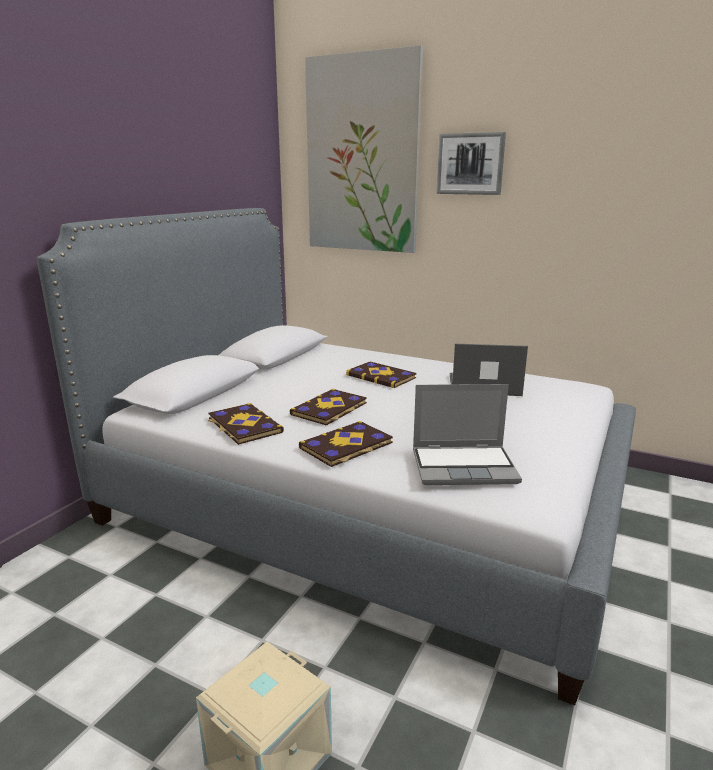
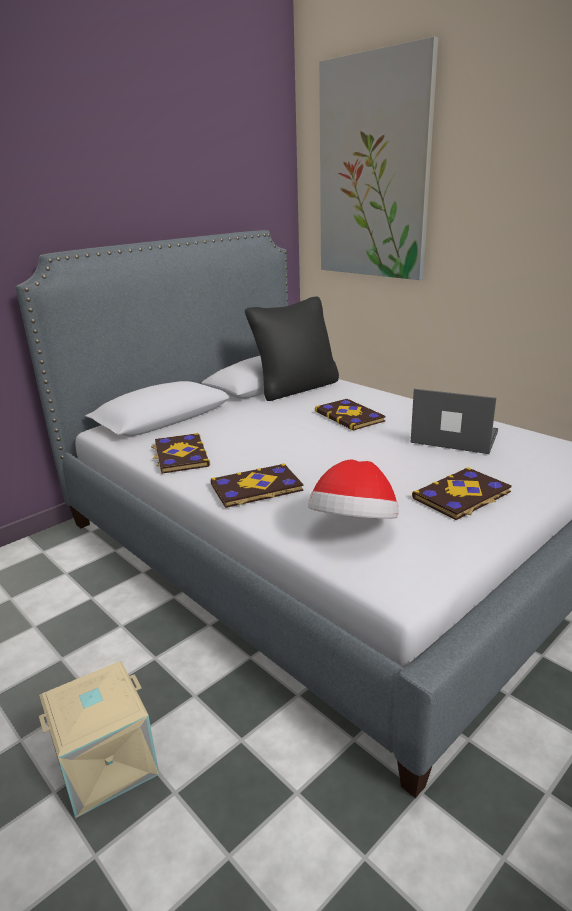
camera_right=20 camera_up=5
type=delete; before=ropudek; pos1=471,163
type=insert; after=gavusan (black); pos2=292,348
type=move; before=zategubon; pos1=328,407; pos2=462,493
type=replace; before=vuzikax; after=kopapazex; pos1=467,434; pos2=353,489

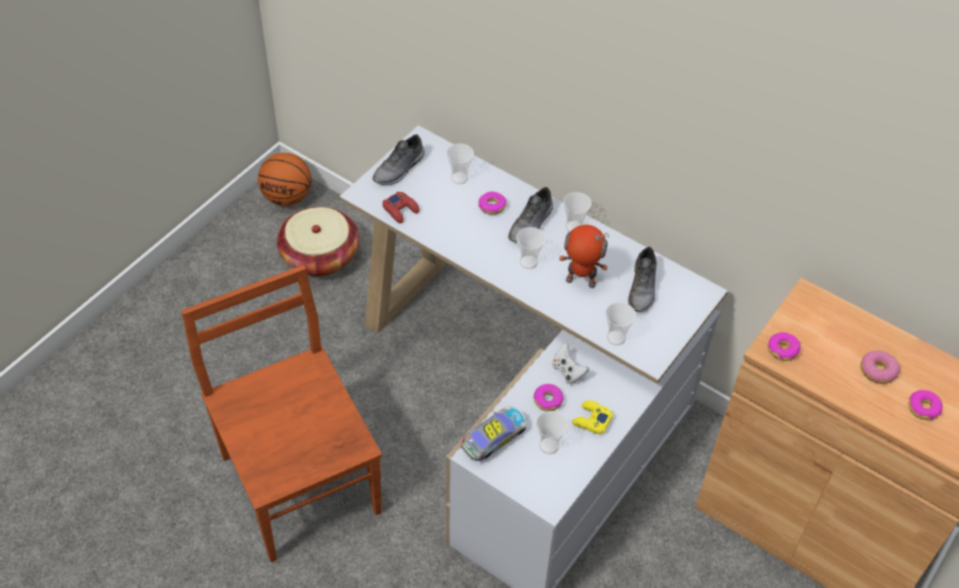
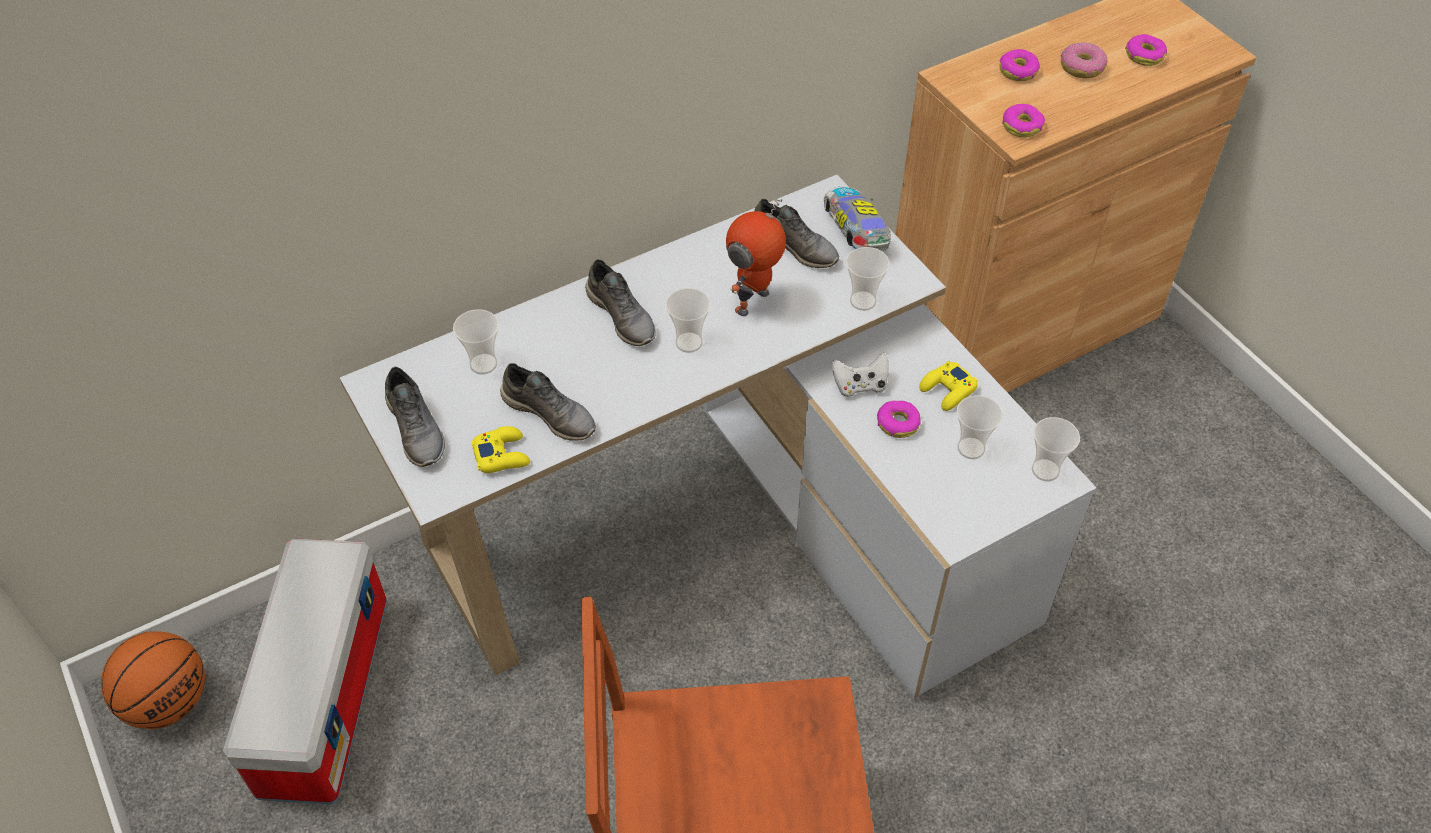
camera_right=-65 camera_up=0
type=insert; after=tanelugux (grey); pos2=548,402
type=move; before=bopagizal; pos1=494,433; pos2=857,218
type=move; before=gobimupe; pos1=492,203; pos2=1019,65
type=move; before=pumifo; pos1=577,212; pos2=1056,449
type=replace; before=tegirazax; after=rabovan; pos1=318,242; pos2=305,671
type=recolor; before=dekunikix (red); after=dekunikix (yellow); pos1=400,207; pos2=500,449

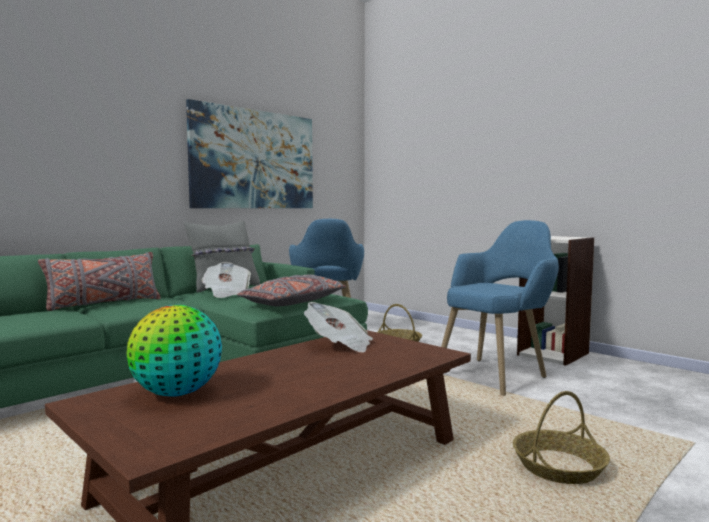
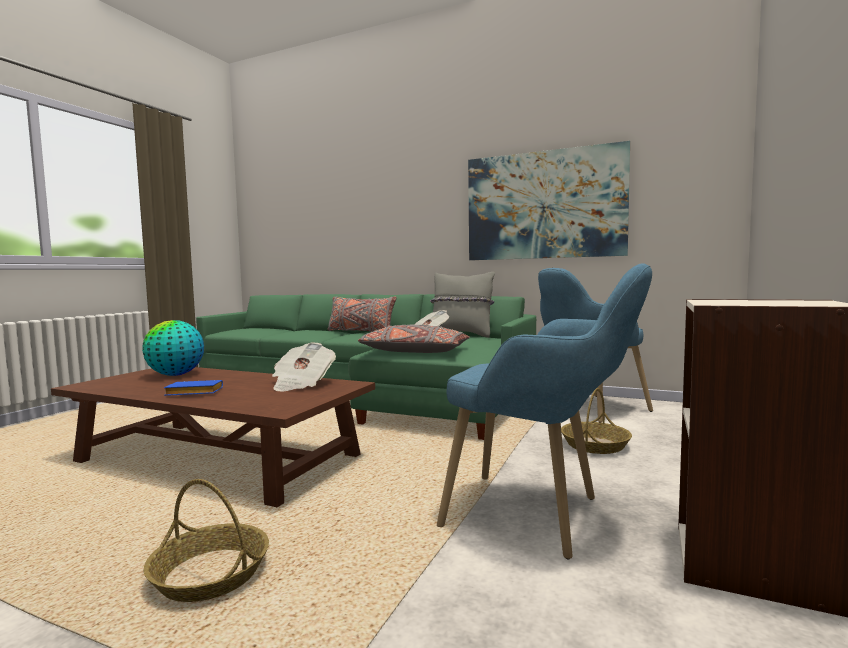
camera_right=70 camera_up=0
type=insert; after=zategubon (blue); pos2=193,388

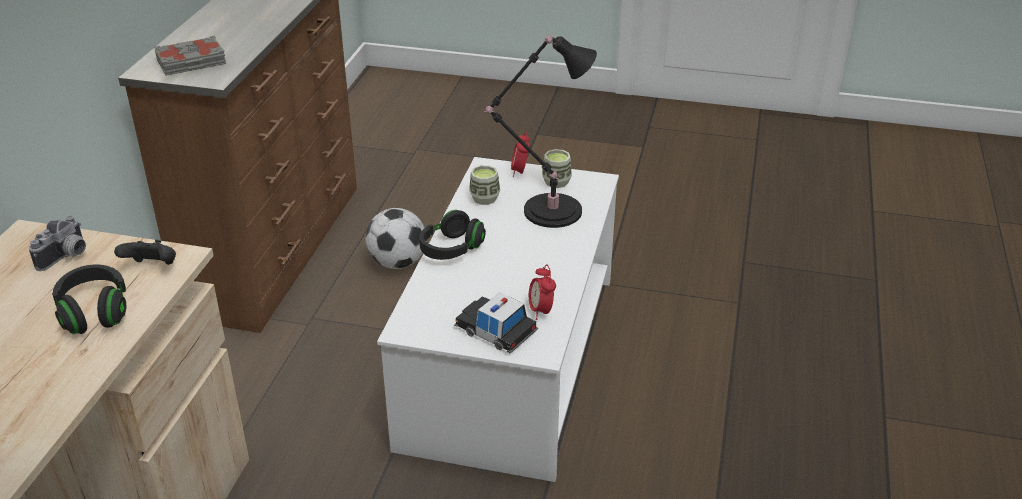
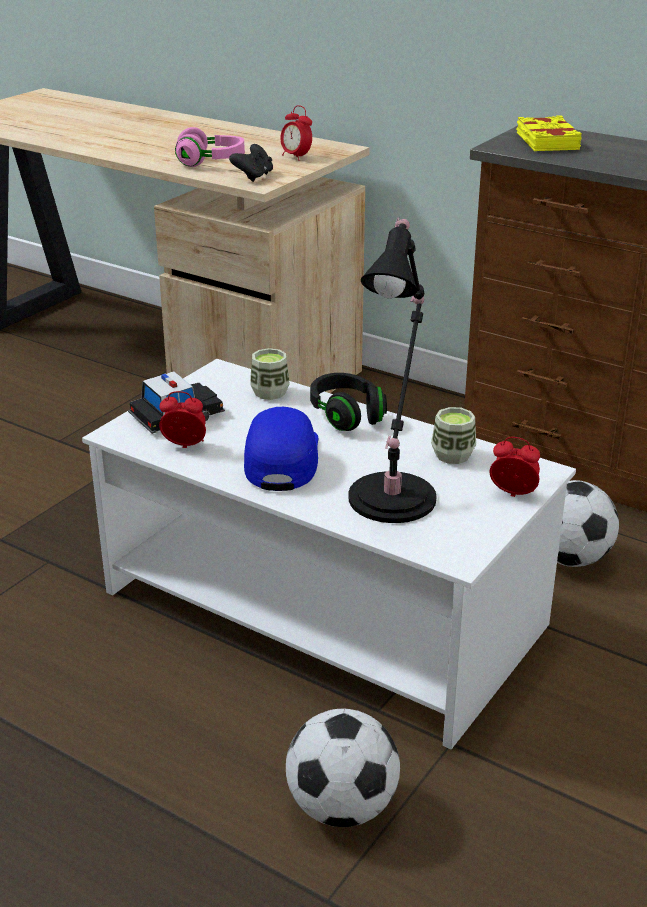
camera_right=110 camera_up=-5
type=insert; after=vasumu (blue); pos2=281,449
type=insert; after=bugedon; pos2=343,768
type=move; before=pumifo; pos1=557,168; pos2=270,374
type=replace; before=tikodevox; after=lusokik; pos1=57,243; pos2=296,133
type=recolor; before=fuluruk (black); after=fuluruk (pink); pos1=89,299; pos2=210,147
type=recolor; before=zategubon (grey); after=zategubon (yellow); pos1=190,55; pos2=549,133

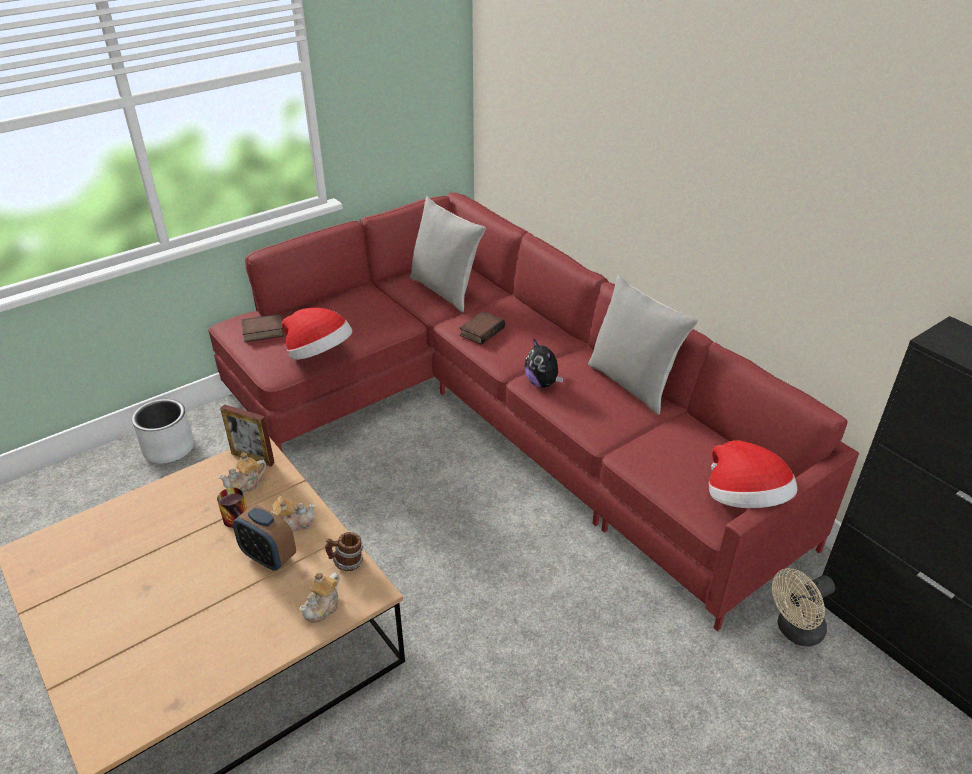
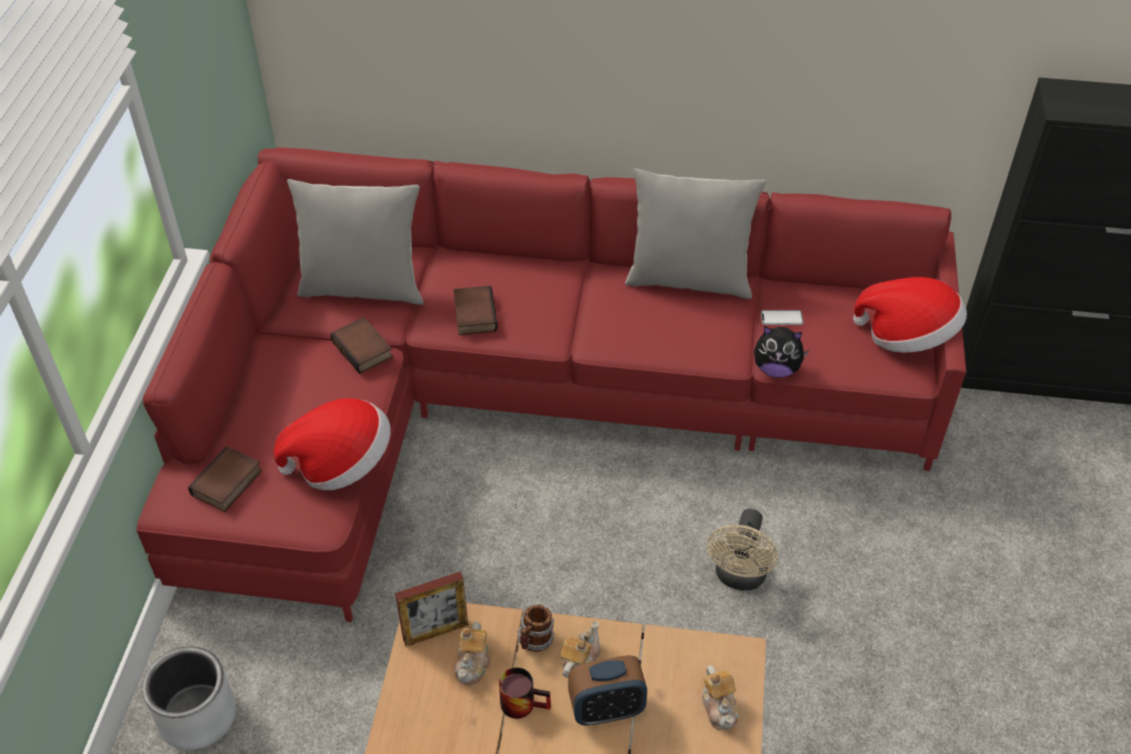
camera_right=-45 camera_up=10
type=insert; after=zategubon; pos2=361,345
type=insert; after=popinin; pos2=782,317
type=move; before=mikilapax; pos1=344,551; pos2=535,628
type=move; before=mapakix; pos1=544,363; pos2=781,352
type=move; before=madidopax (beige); pos1=803,607; pos2=742,549

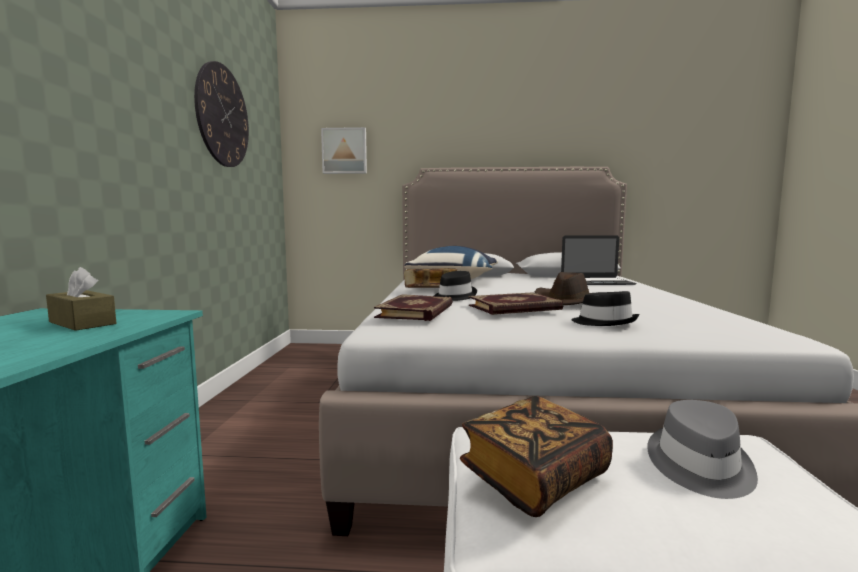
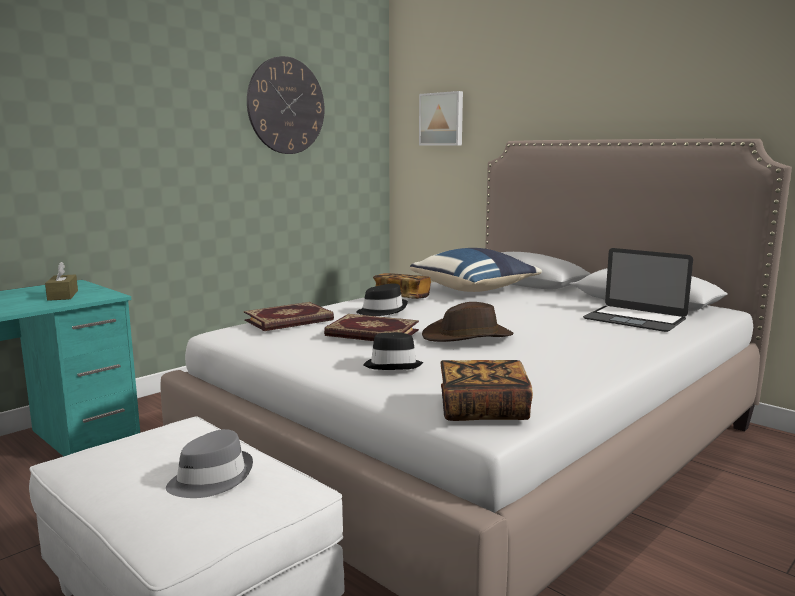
camera_right=40 camera_up=5
type=move; before=zategubon; pos1=536,456; pos2=487,390

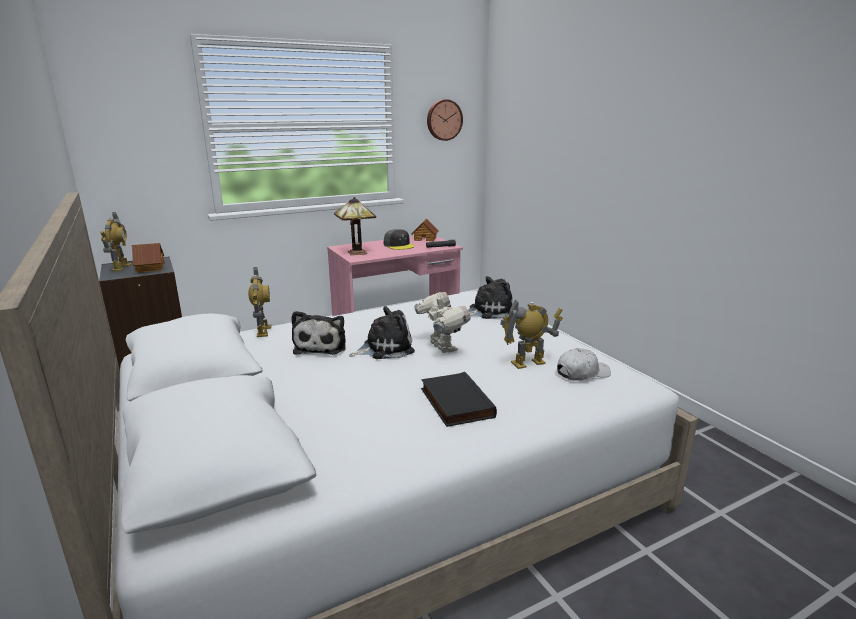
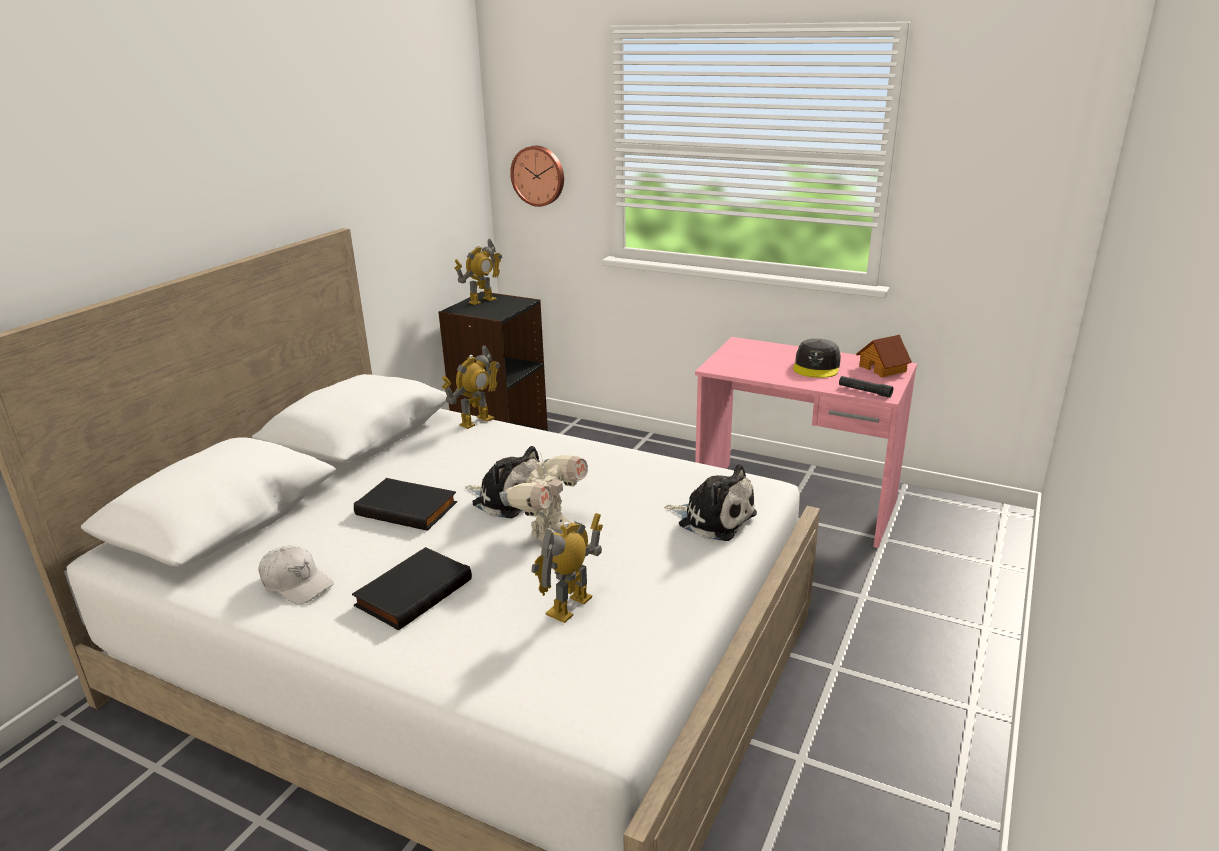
camera_right=55 camera_up=5
type=delete; before=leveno; pos1=148,258
type=delete; before=mapakix; pos1=318,333
type=delete; before=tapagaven; pos1=355,226
type=insert; after=zategubon (black); pos2=405,504
type=move; before=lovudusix; pos1=445,120; pos2=537,176
type=move; before=vasumu (white); pos1=584,364; pos2=296,574
type=rotate; before=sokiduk; pos1=531,334; pos2=567,568; turn=-90

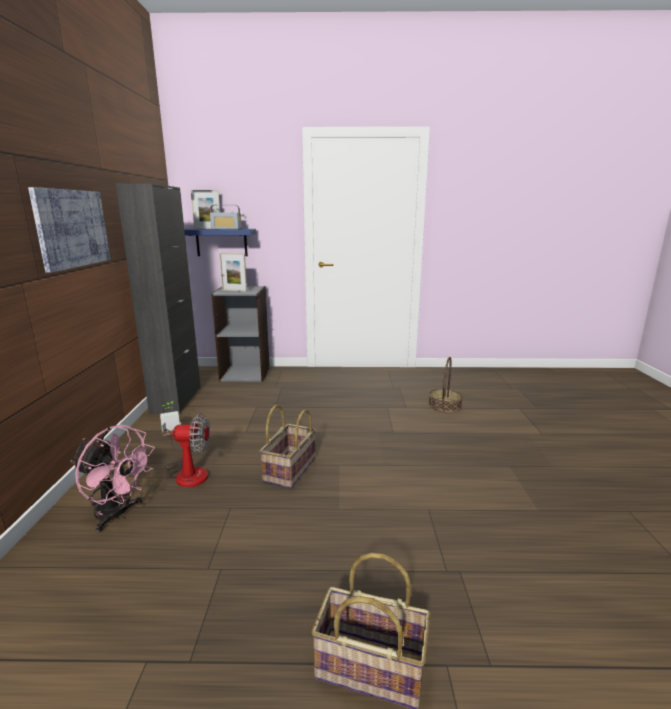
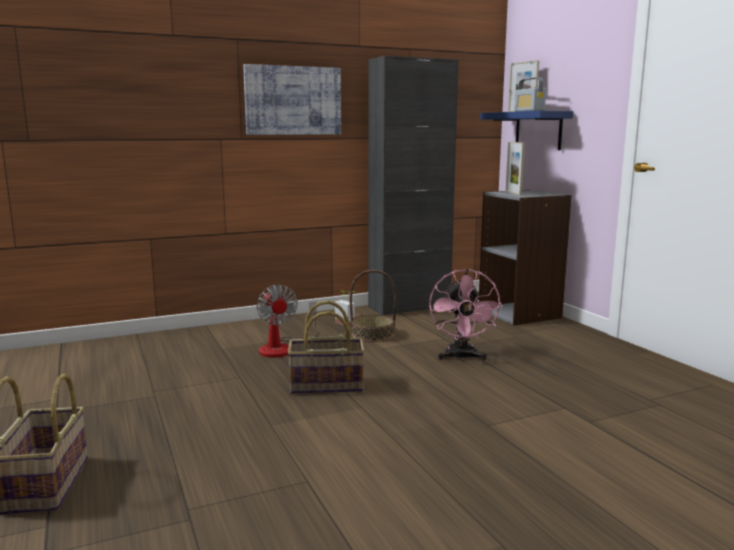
camera_right=65 camera_up=-5
type=move; before=madidopax (pink); pos1=112,478; pos2=465,315
type=move; before=tegirazax; pos1=446,384; pos2=373,306

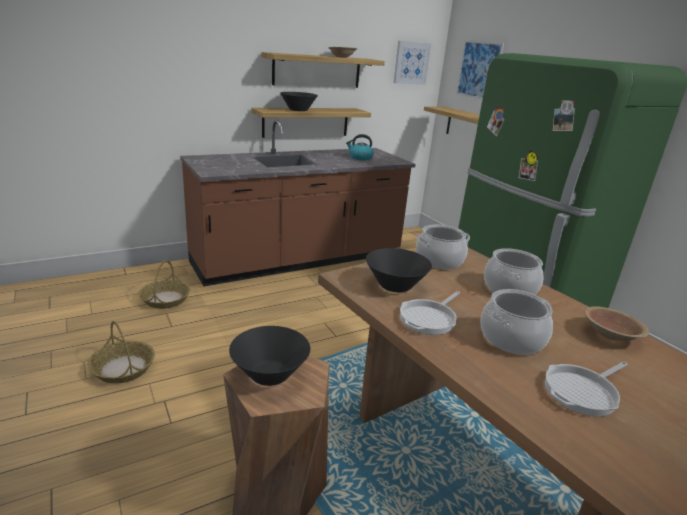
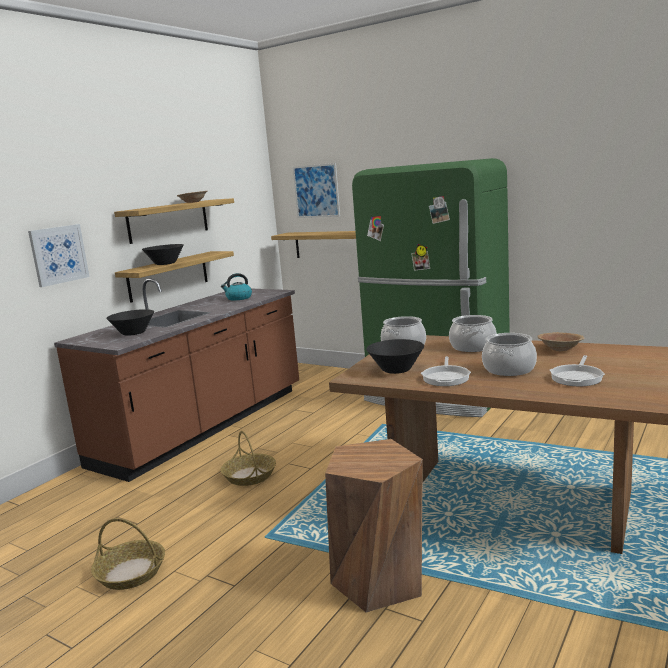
camera_right=-25 camera_up=-10
type=move; before=tegirazax; pos1=165,284; pos2=248,458
type=move; before=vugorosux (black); pos1=269,356; pos2=130,322
type=move; before=ropudek; pos1=413,63; pos2=58,255

